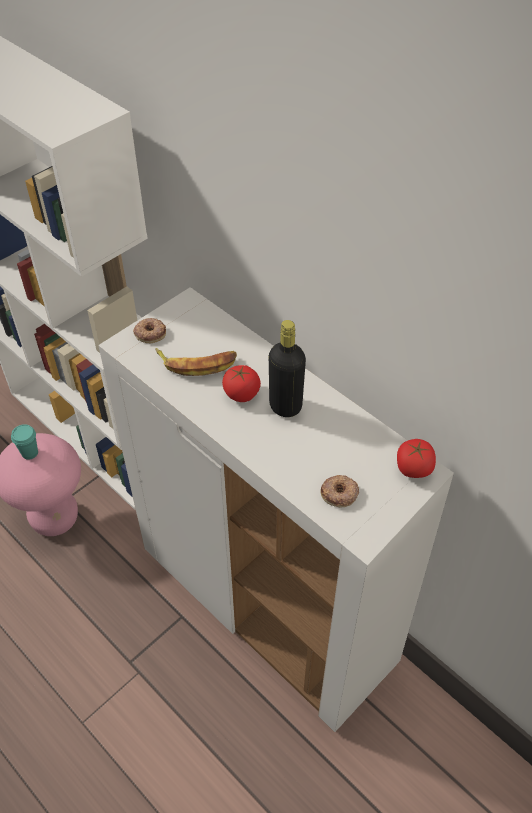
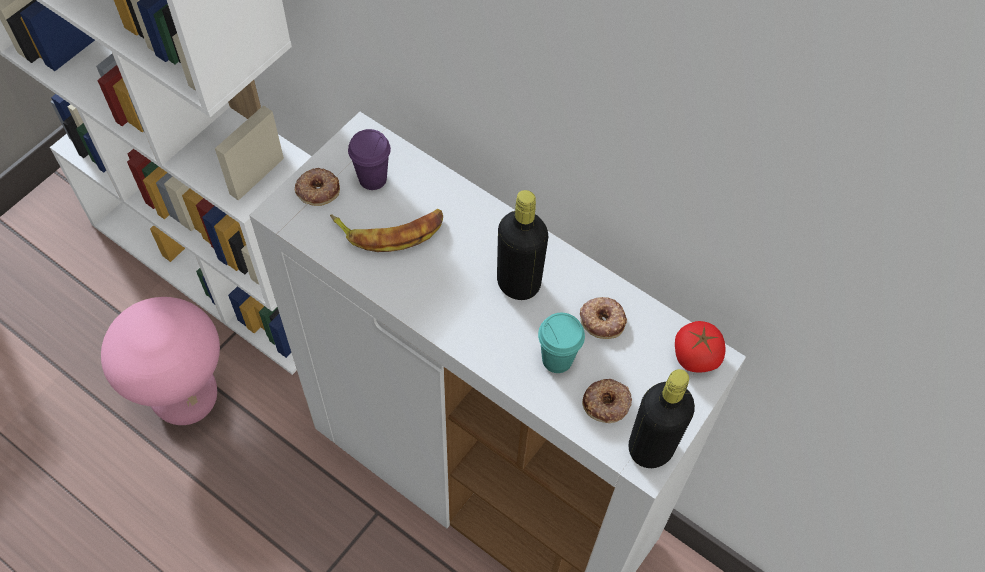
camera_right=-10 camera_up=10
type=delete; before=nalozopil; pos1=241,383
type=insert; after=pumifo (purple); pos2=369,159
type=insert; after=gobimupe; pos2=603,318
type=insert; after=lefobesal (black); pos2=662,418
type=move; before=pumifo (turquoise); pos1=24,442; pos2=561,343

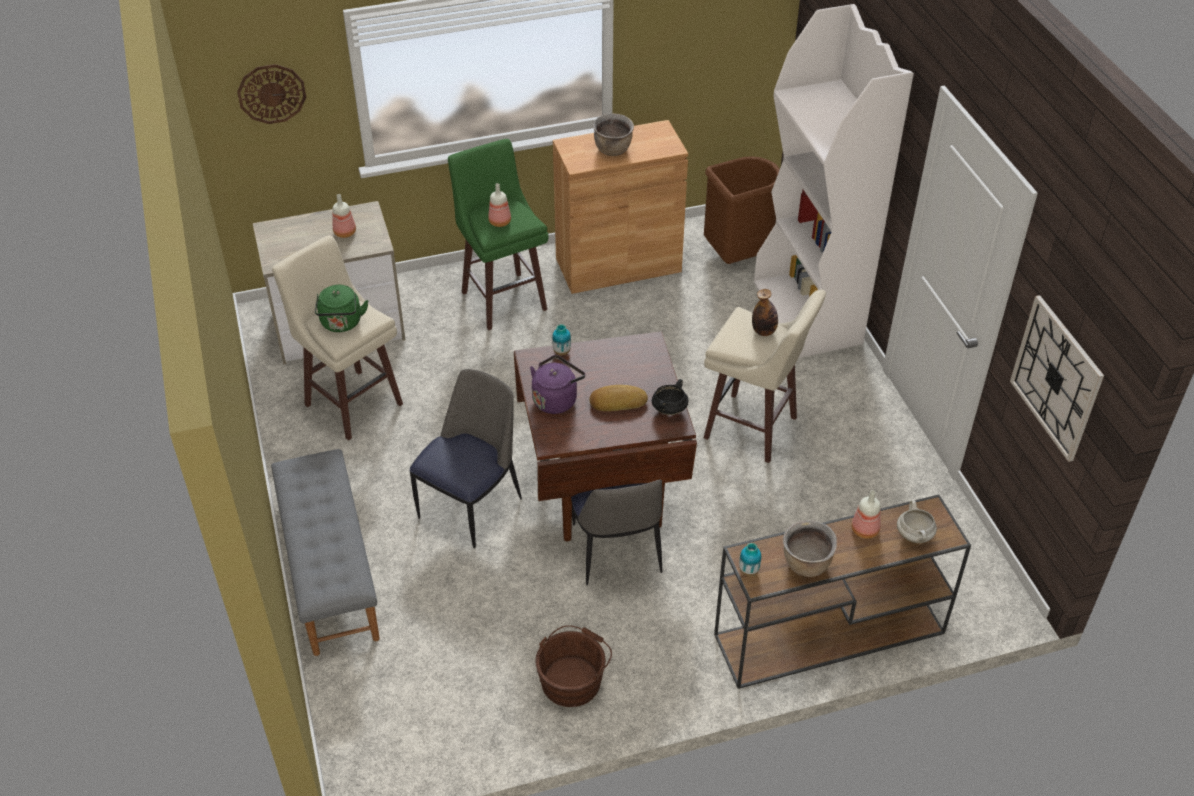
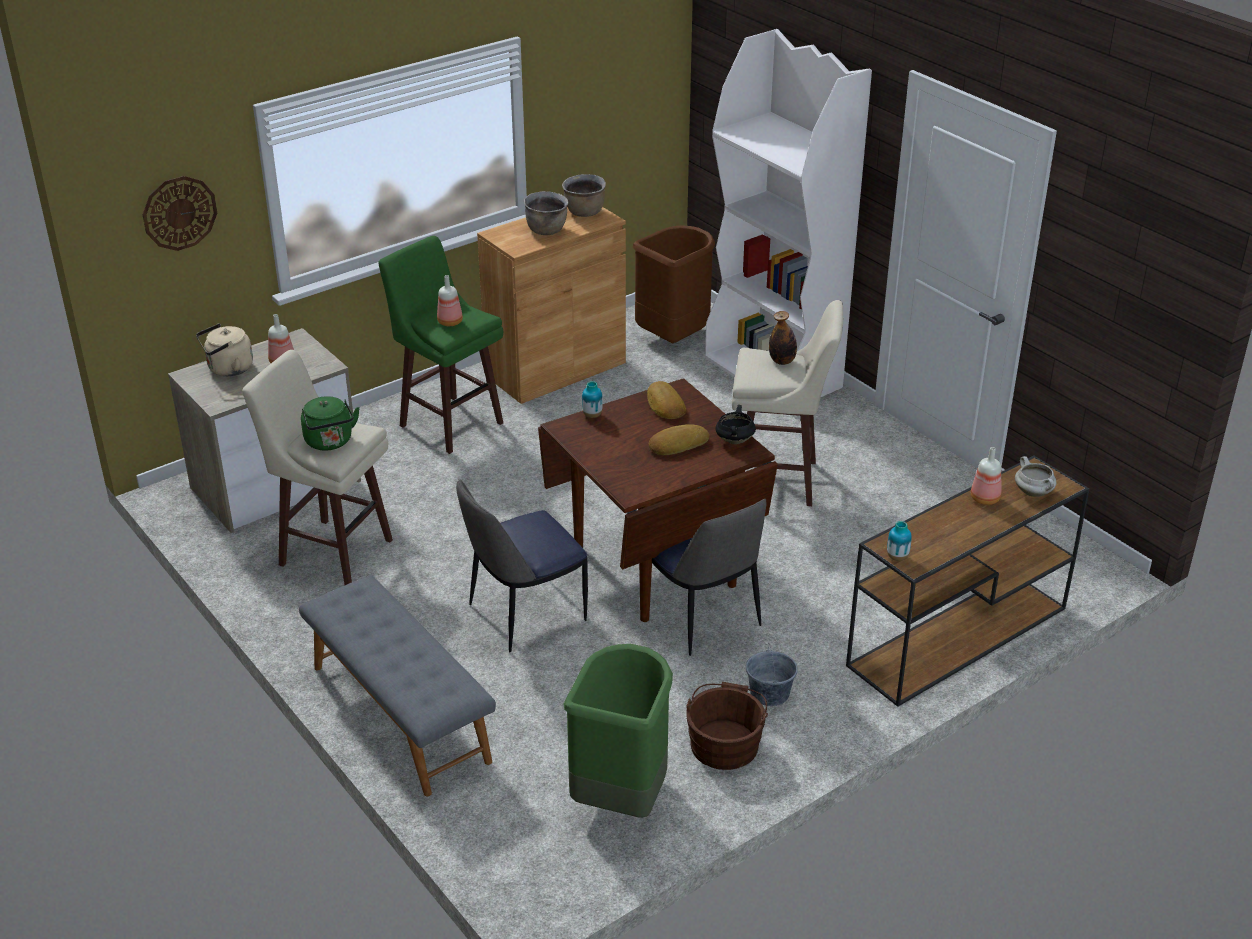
camera_right=-20 camera_up=-10
type=delete; before=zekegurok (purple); pos1=557,384
type=delete; before=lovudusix; pos1=1057,378
type=insert; after=zekegurok (beige); pos2=224,349
type=insert; after=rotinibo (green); pos2=618,731
type=insert; after=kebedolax; pos2=666,400
type=insert; after=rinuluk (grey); pos2=772,674
type=move; before=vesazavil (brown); pos1=810,548; pos2=584,195
type=rotate; before=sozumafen; pos1=466,458; pos2=522,565; turn=-135

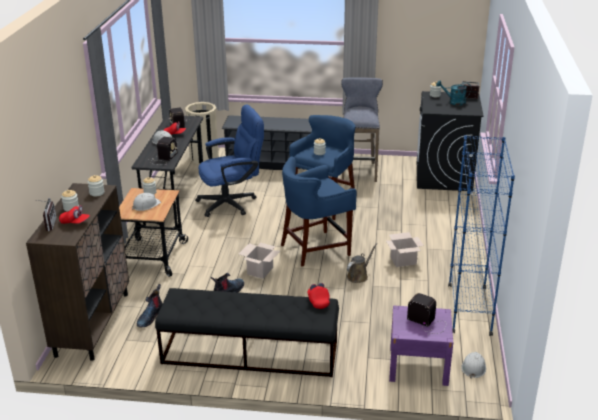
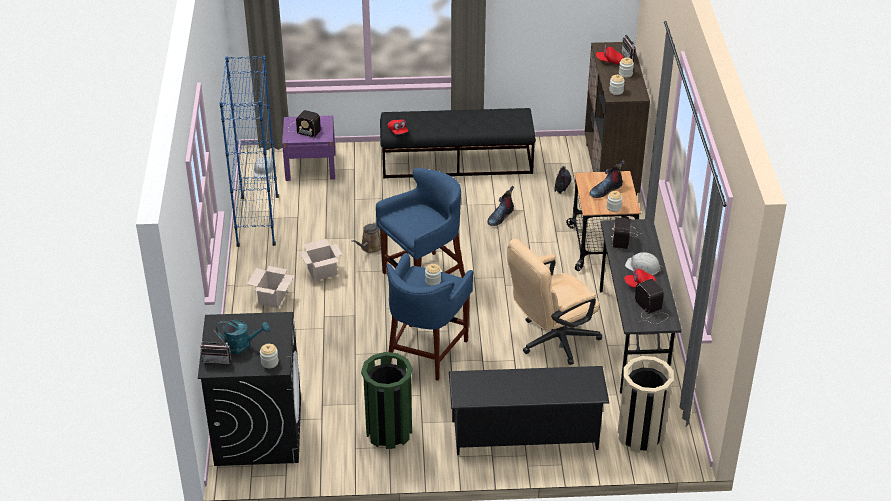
camera_right=170 camera_up=10
type=move; before=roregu; pos1=259,261; pos2=270,287
type=replace; before=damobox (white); after=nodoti; pos1=146,202; pos2=607,179
type=replace; before=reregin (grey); after=rotinibo (green); pos1=362,129; pos2=386,400
type=recolor; before=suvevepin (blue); after=suvevepin (beige); pos1=229,161; pos2=554,302

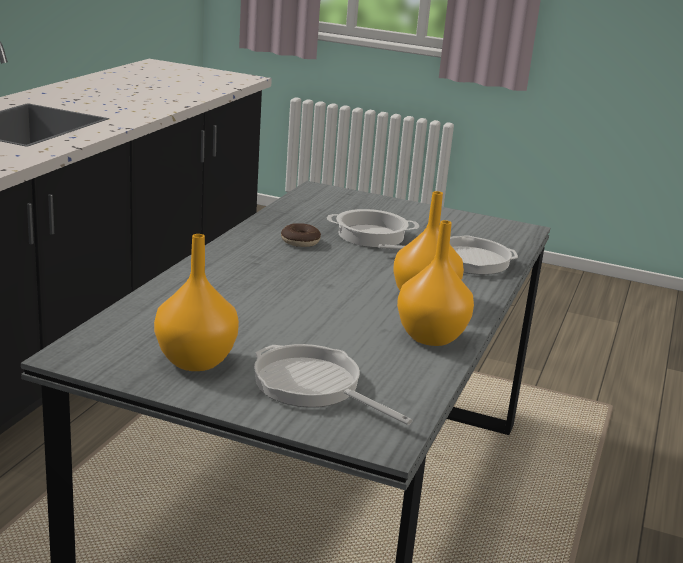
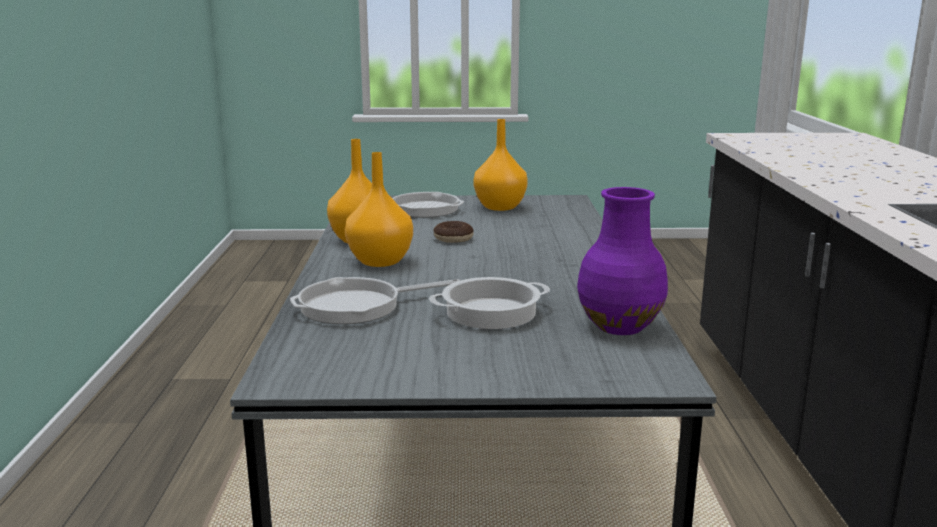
camera_right=160 camera_up=-5
type=insert; after=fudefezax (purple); pos2=622,261
type=move; before=gobimupe; pos1=301,235; pos2=454,232

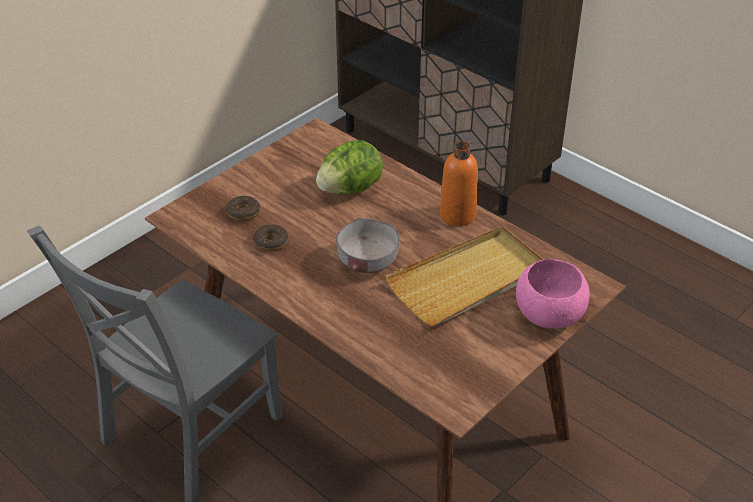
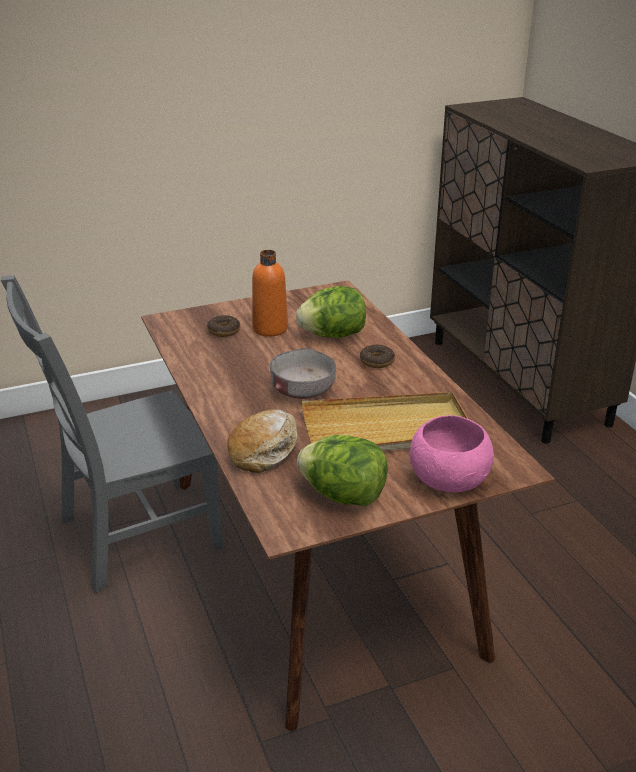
camera_right=25 camera_up=-10
type=insert; after=kebedolax; pos2=262,441
type=insert; after=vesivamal; pos2=342,470
type=move; before=gobimupe; pos1=270,238; pos2=377,356
type=move; before=lefobesal (orange); pos1=459,183; pos2=270,293

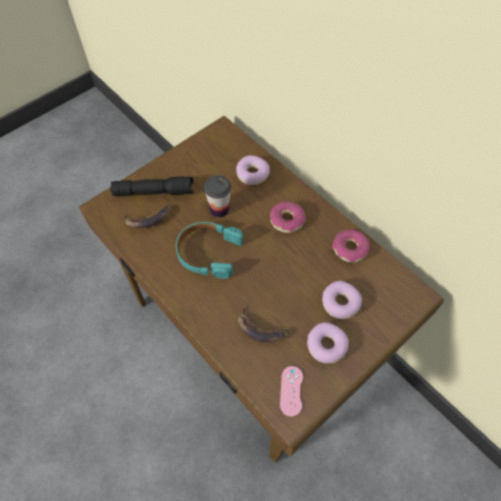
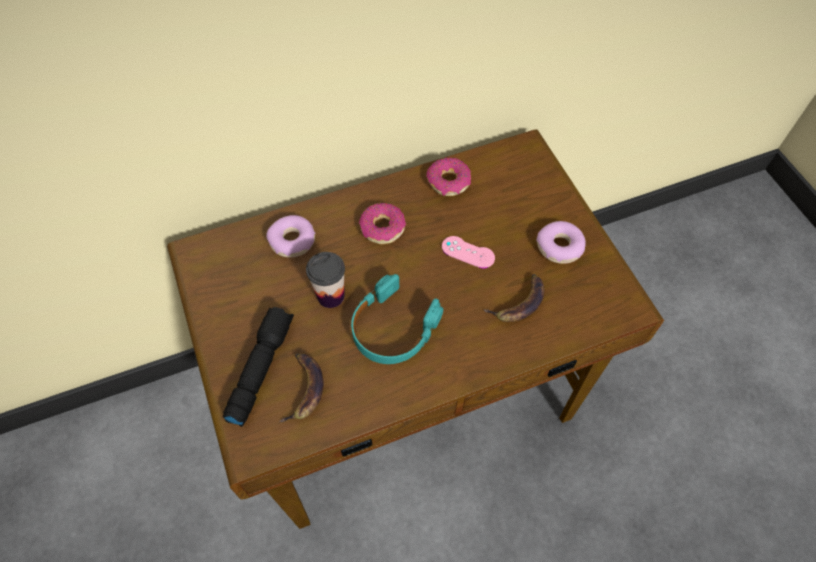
camera_right=-70 camera_up=0
type=delete; before=gobimupe; pos1=342,300
type=move; before=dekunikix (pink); pos1=291,391; pos2=468,252

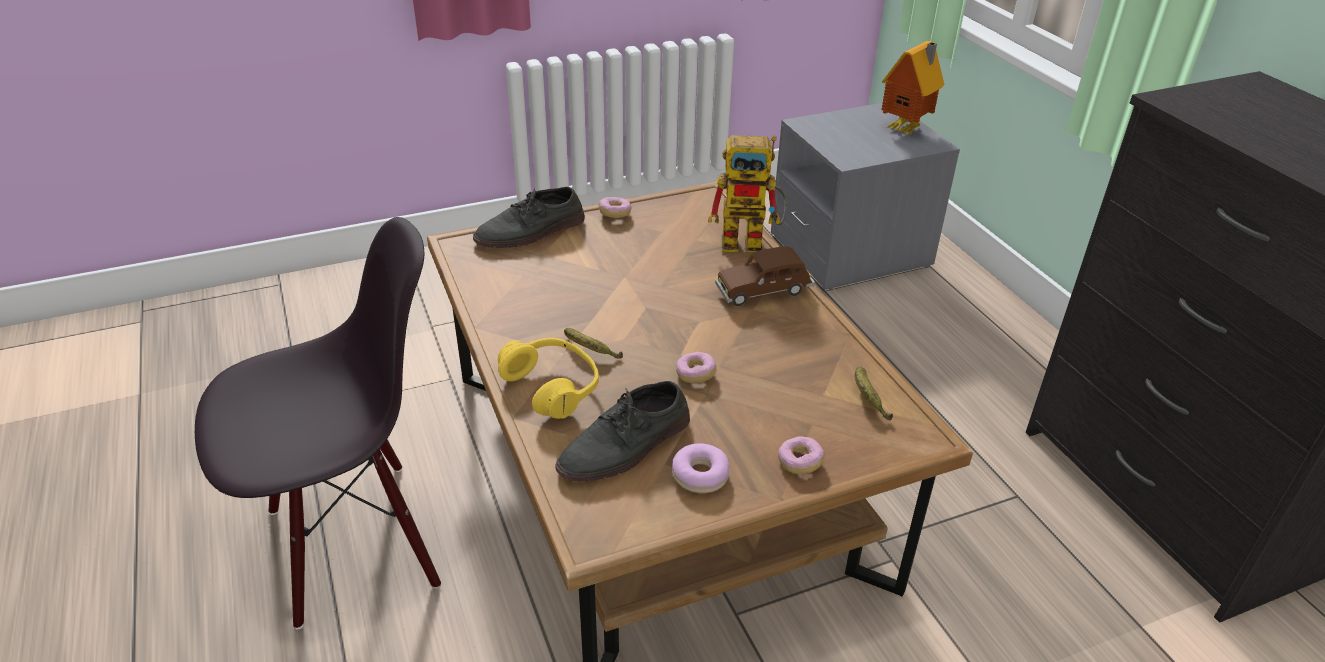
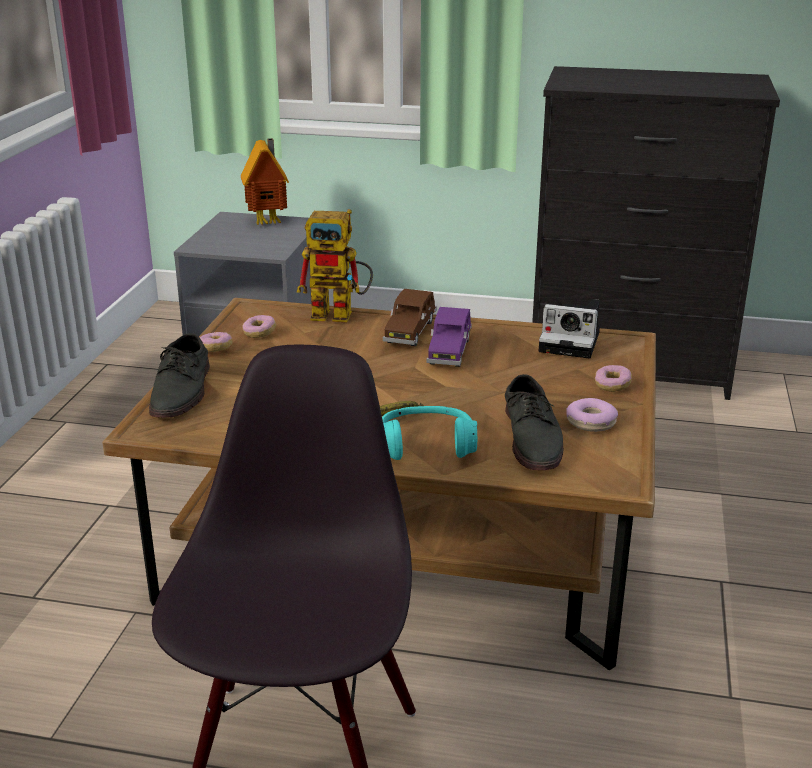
camera_right=-55 camera_up=-10
type=insert; after=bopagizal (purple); pos2=449,337
type=move; before=gobimupe; pos1=696,367; pos2=259,326
type=replace; before=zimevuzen; after=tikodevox; pos1=873,393; pos2=569,329
type=recolor; before=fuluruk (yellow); after=fuluruk (turquoise); pos1=548,378; pos2=429,433
type=rotate; before=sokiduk; pos1=747,194; pos2=335,265; turn=60

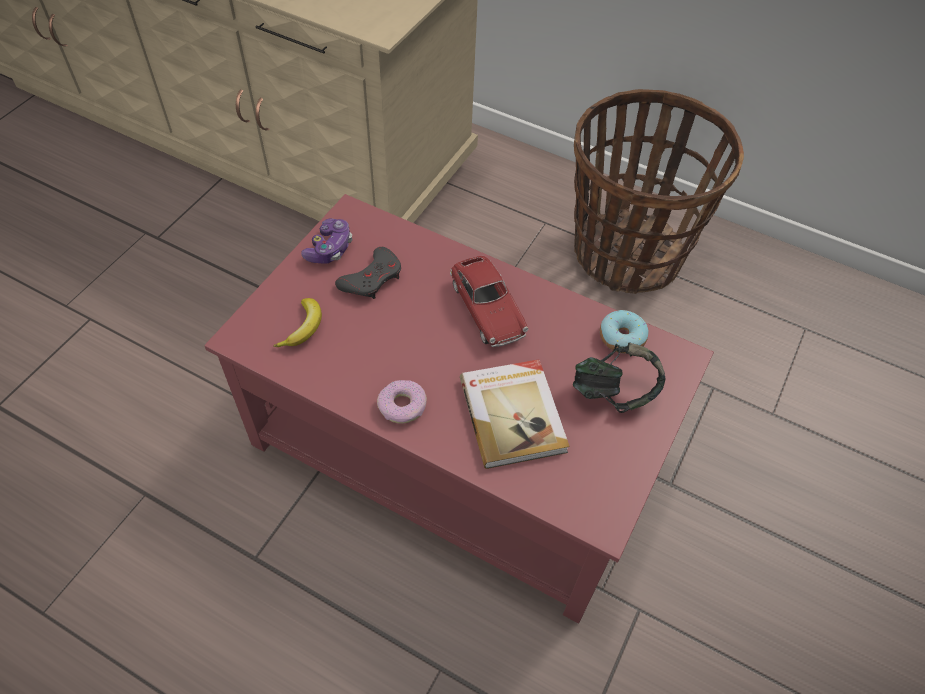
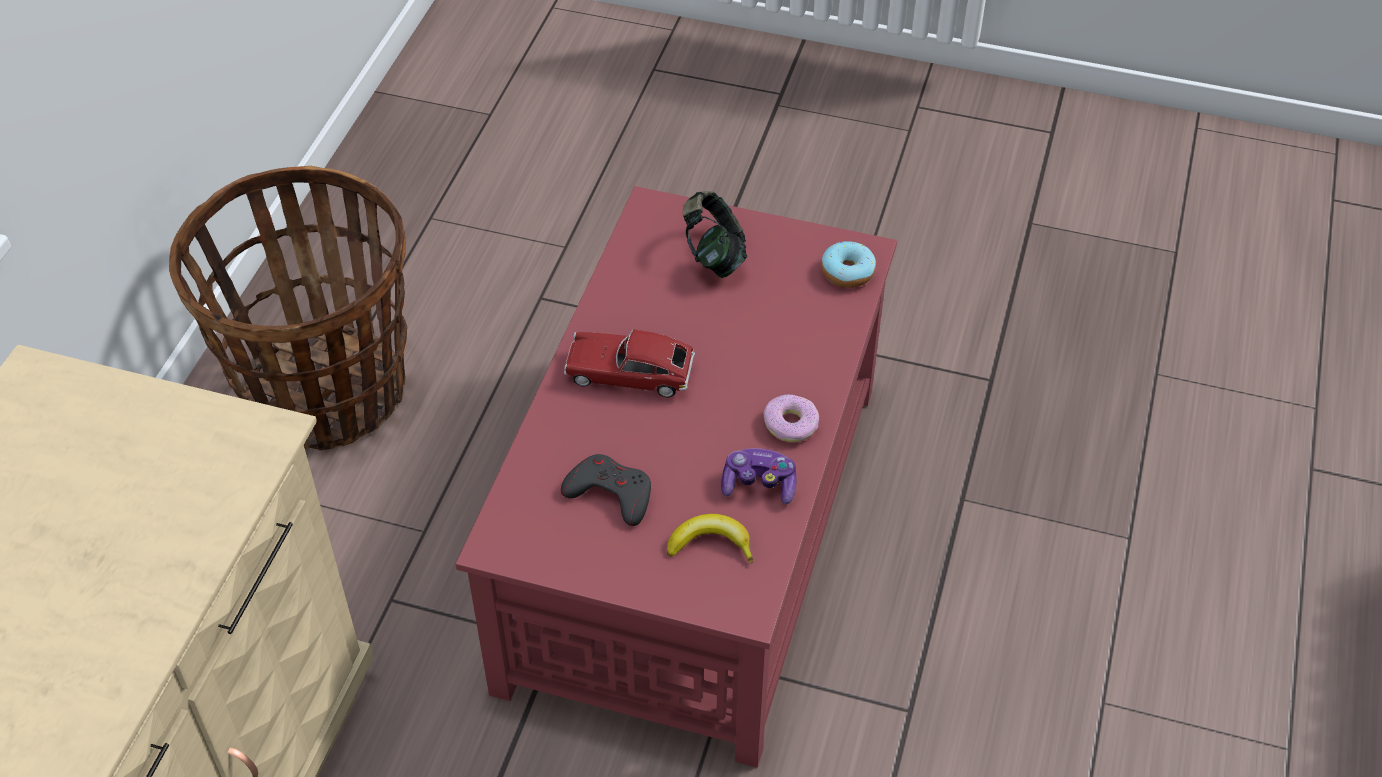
camera_right=-100 camera_up=-5
type=delete; before=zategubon; pos1=515,414
type=move; before=dekunikix; pos1=326,241; pos2=758,476
type=move; before=gobimupe; pos1=624,332; pos2=848,264
type=rotate; before=bopagizal; pos1=489,301; pos2=629,363; turn=-135

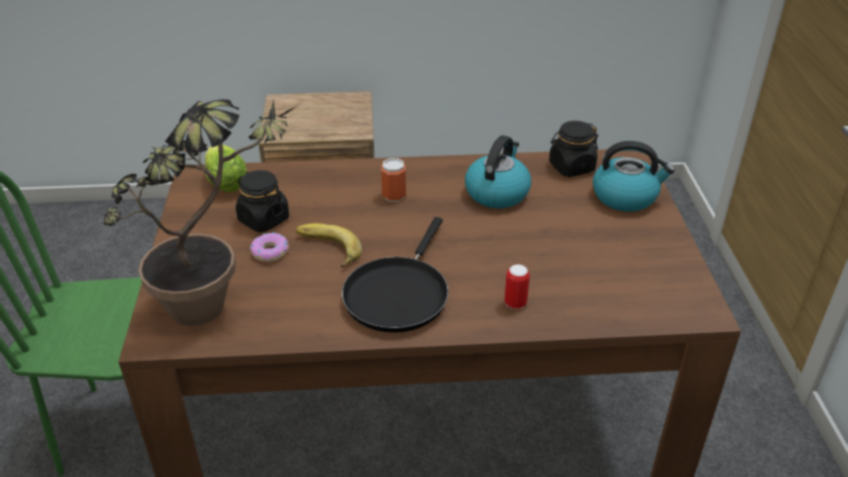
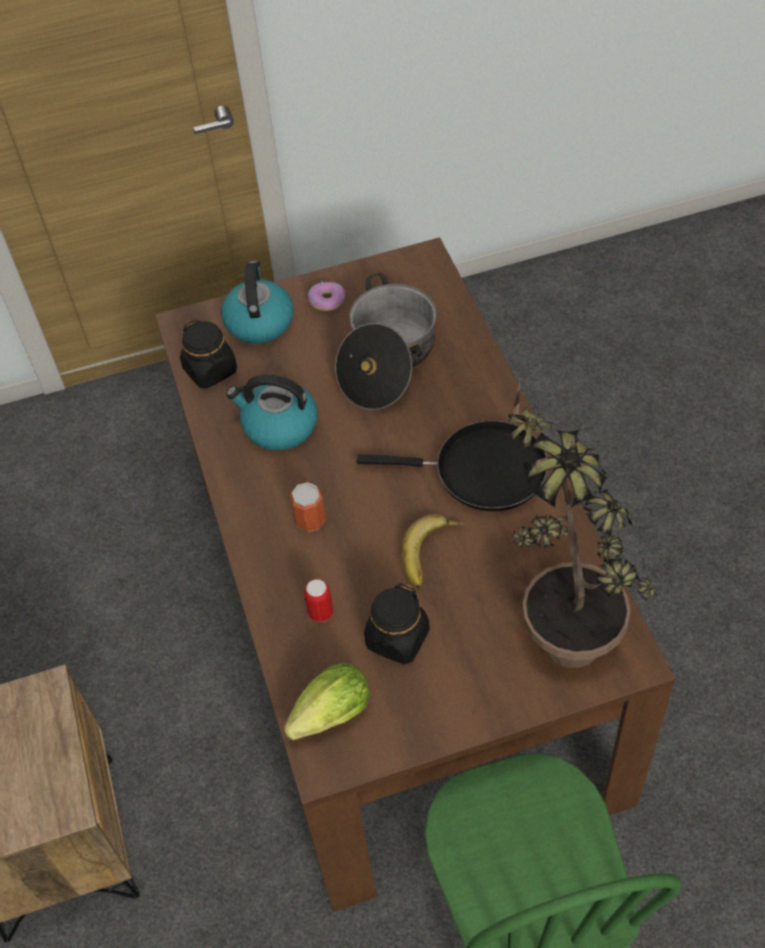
camera_right=-100 camera_up=15
type=insert; after=vesazavil; pos2=386,341
type=move; before=gobimupe; pos1=269,247; pos2=327,296
type=move; before=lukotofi; pos1=517,286; pos2=318,600

